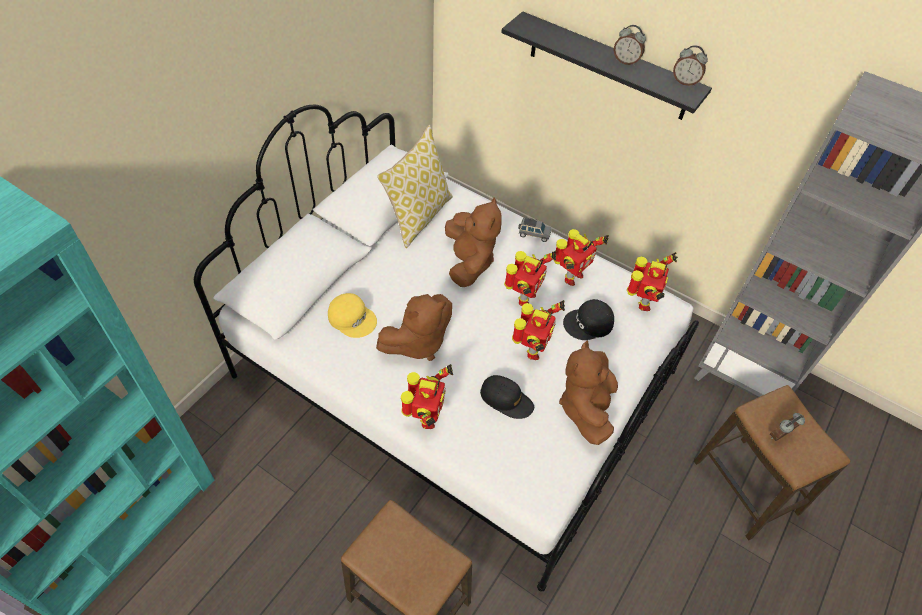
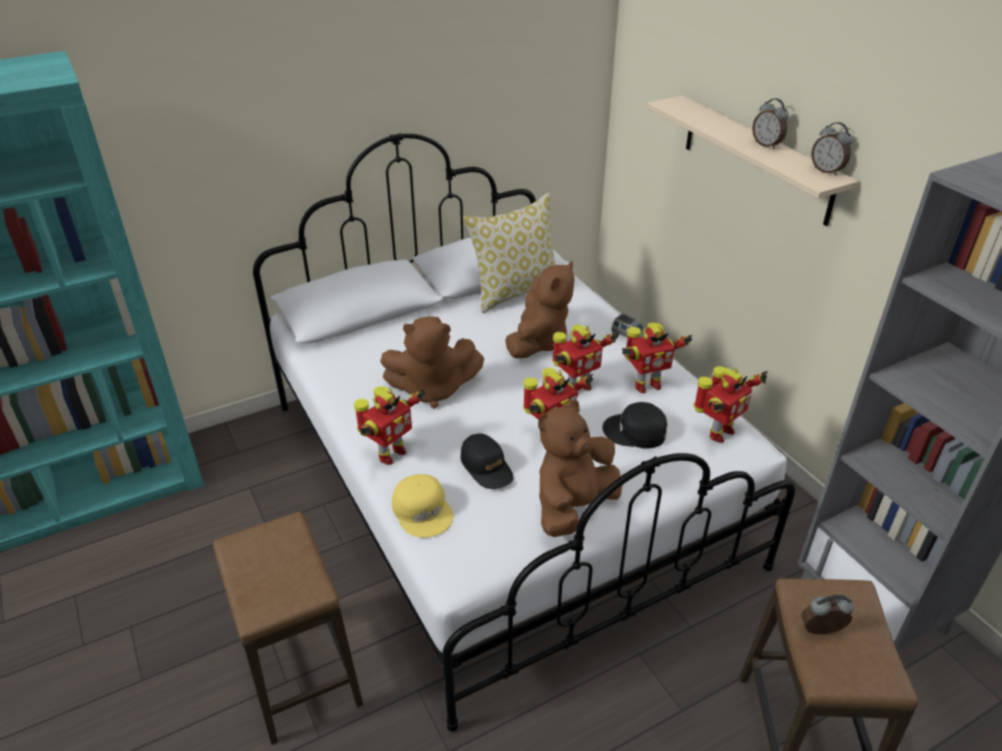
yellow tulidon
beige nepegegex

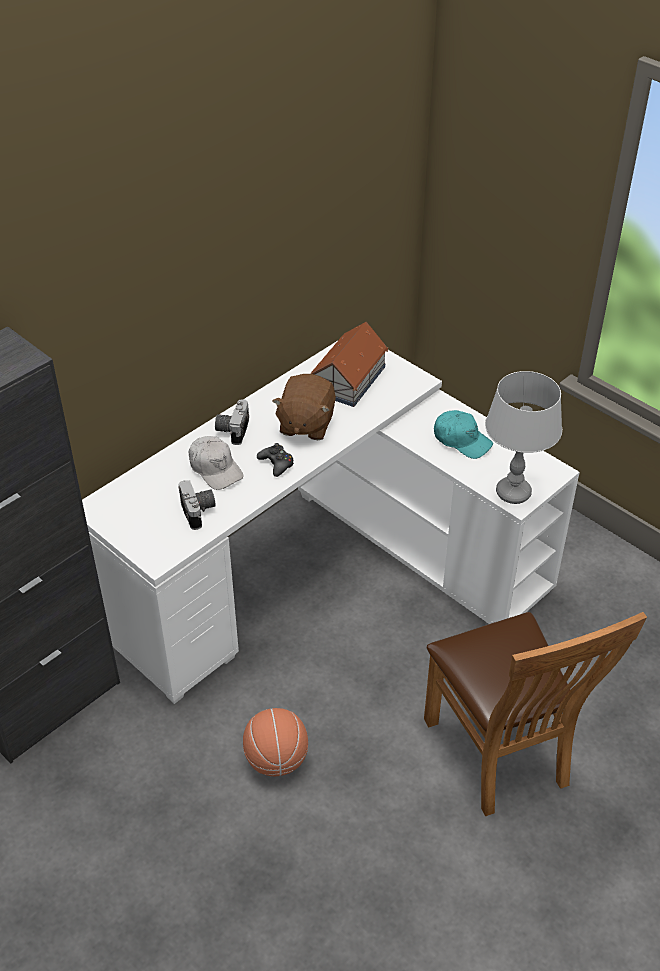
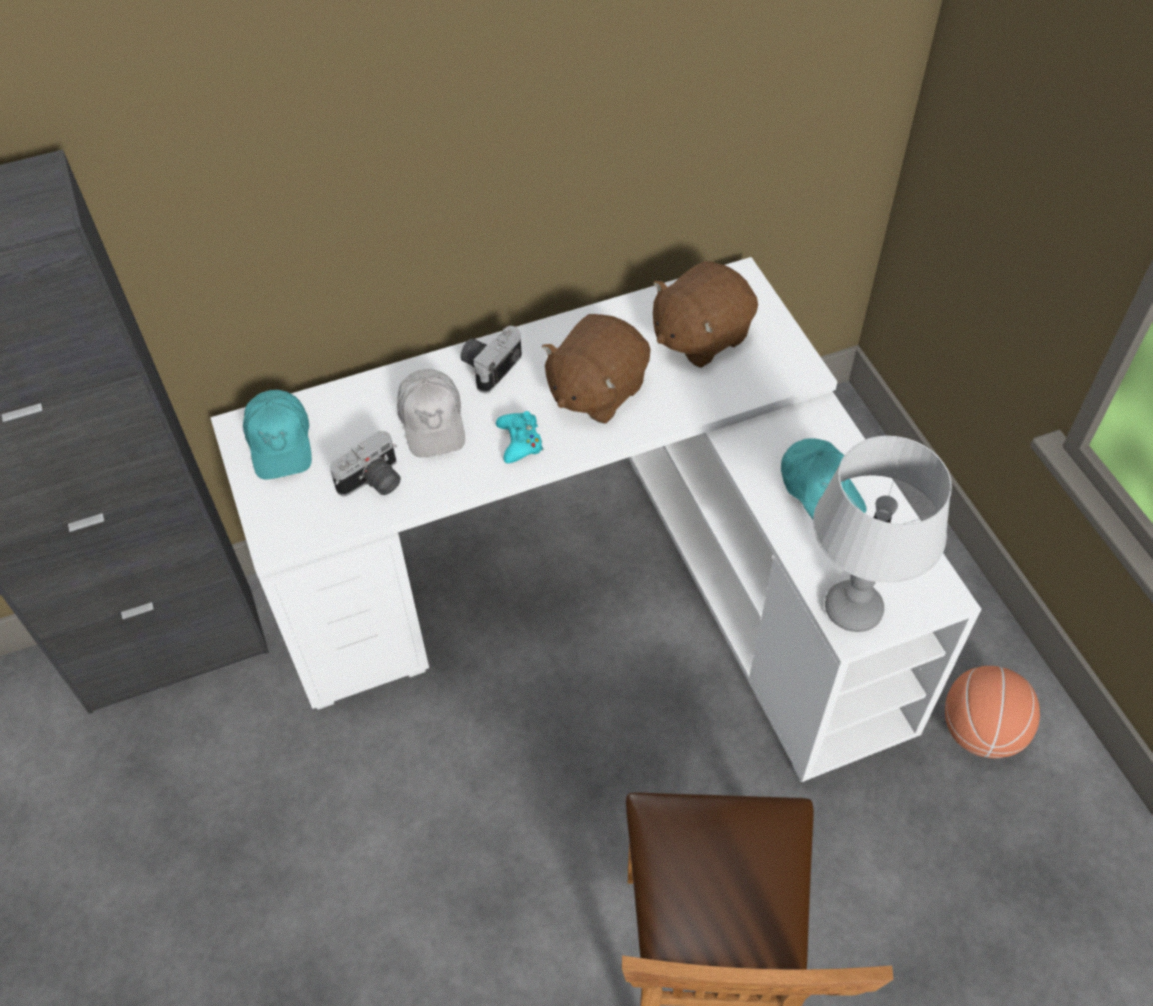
turquoise tulidon (1st from left)
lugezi
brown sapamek (2nd from left)
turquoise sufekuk
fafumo (1st from left)

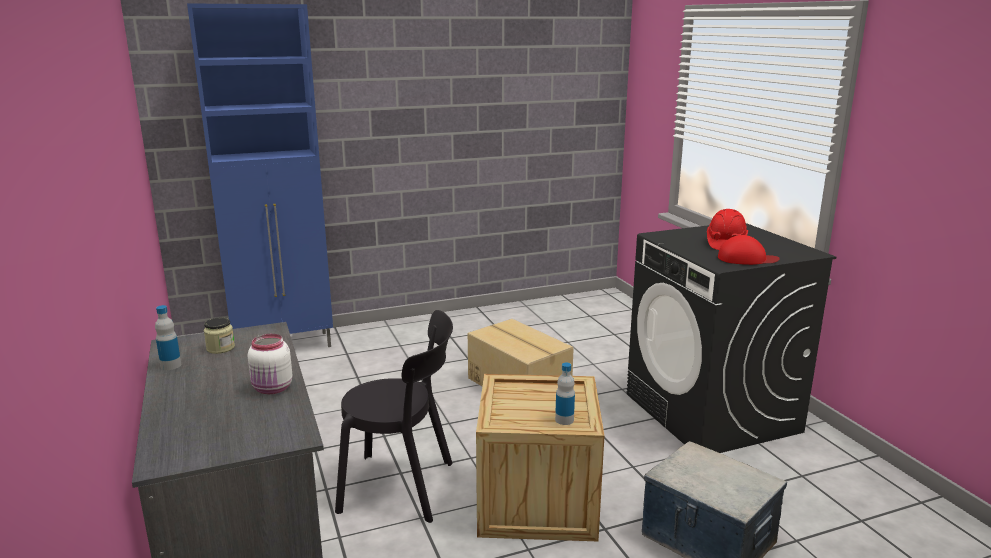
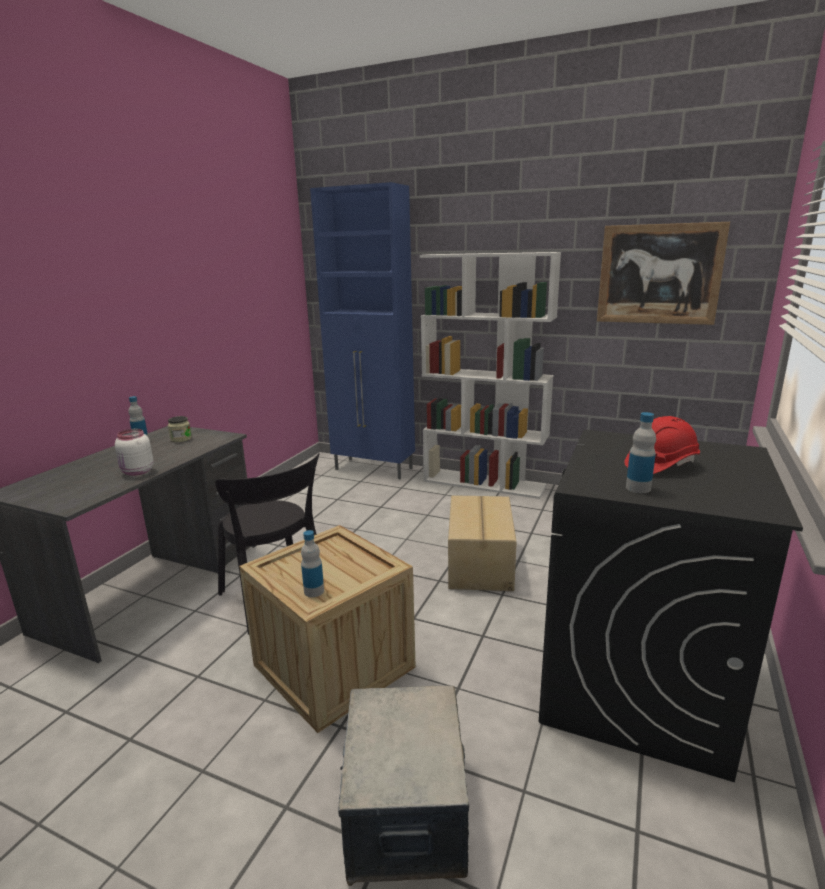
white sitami
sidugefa
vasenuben (3rd from left)

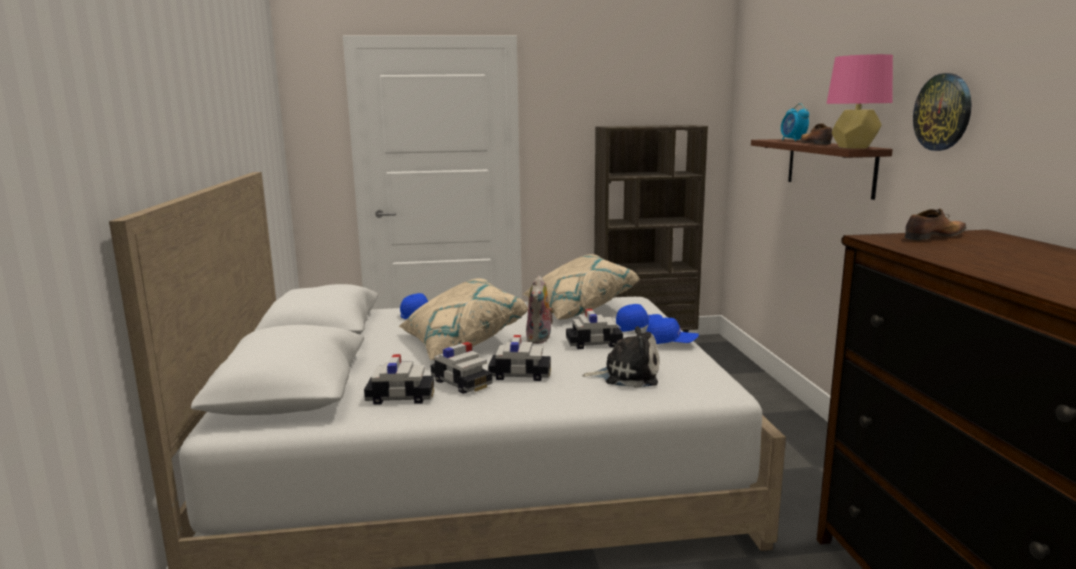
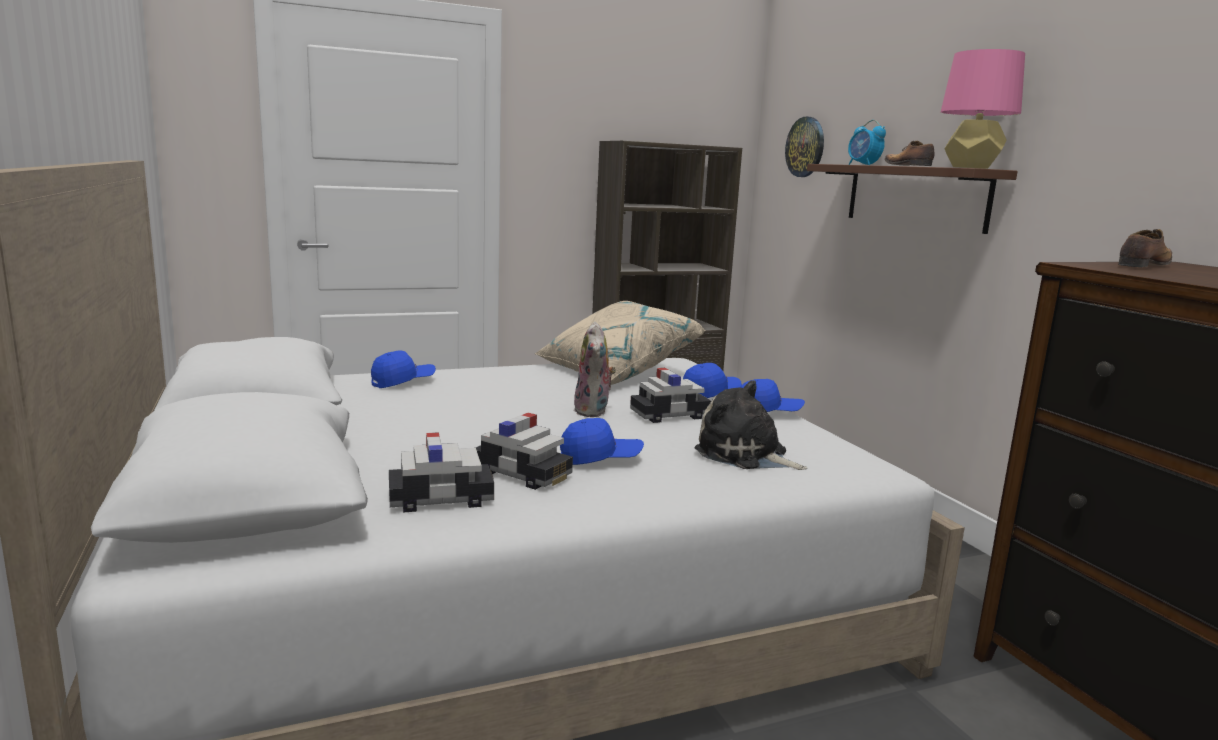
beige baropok (1st from left in the first image)
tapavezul
blue tulidon (2nd from left)
sapamek (2nd from left)

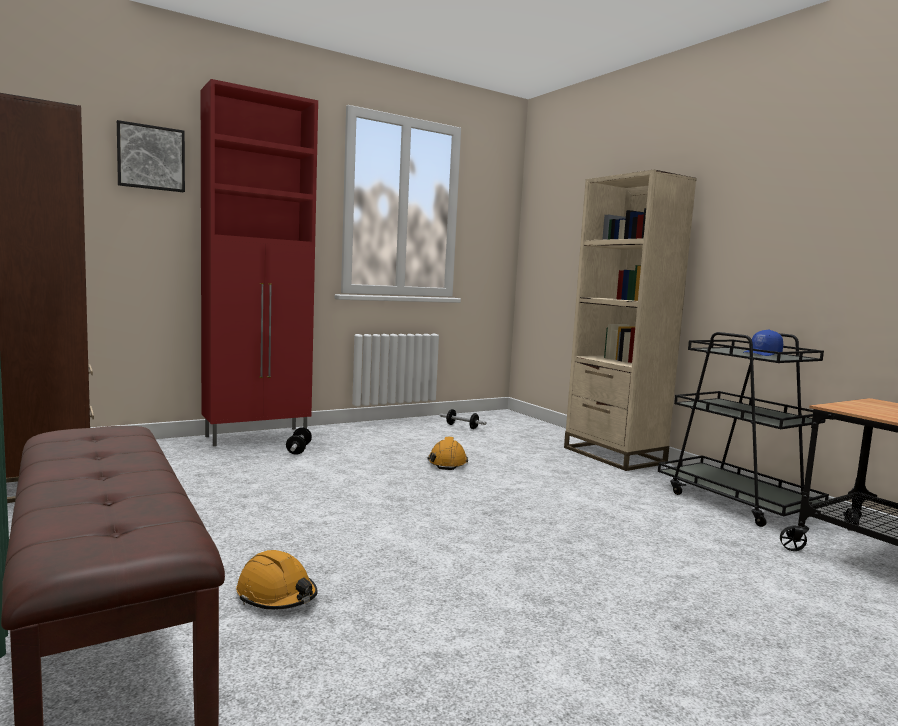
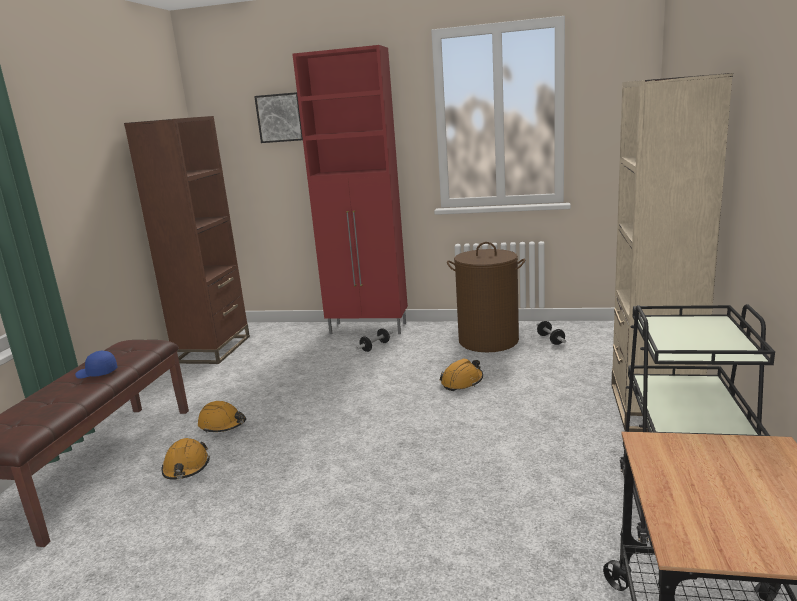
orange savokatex (2nd from left)
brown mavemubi
blue tulidon

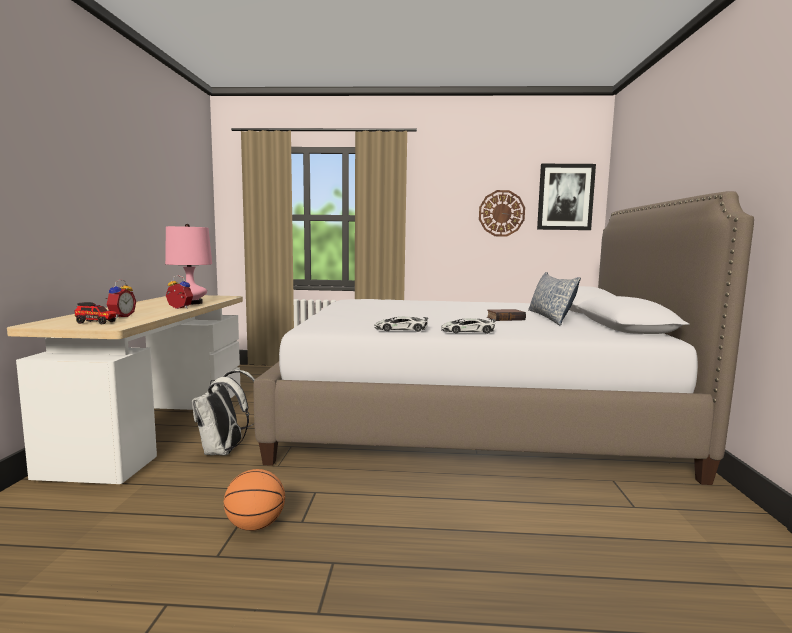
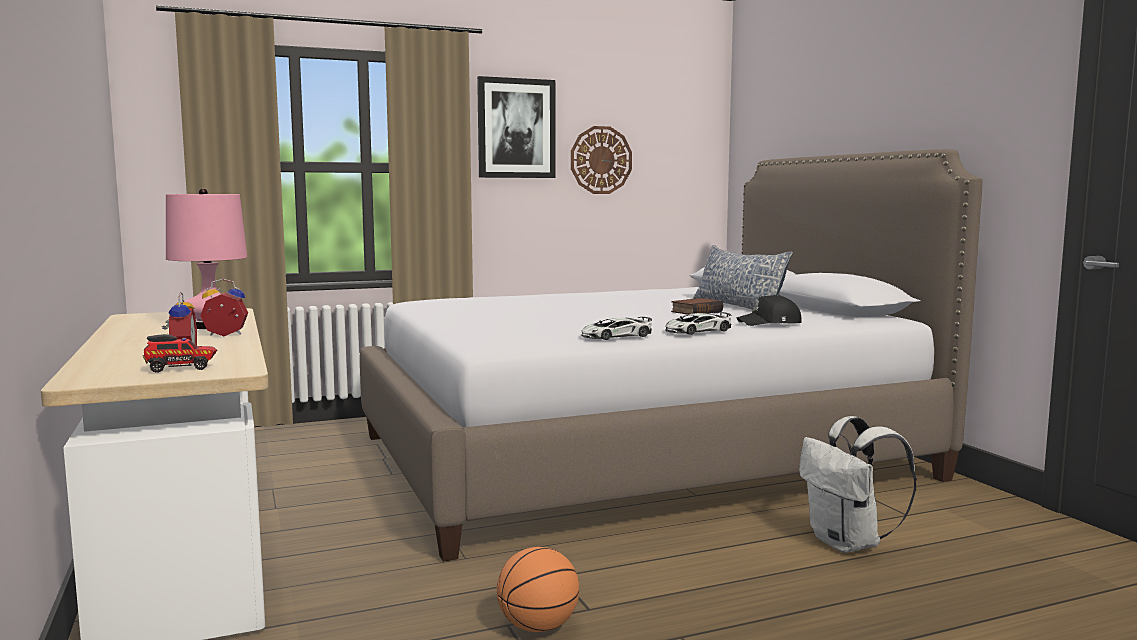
black tulidon
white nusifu
sidugefa

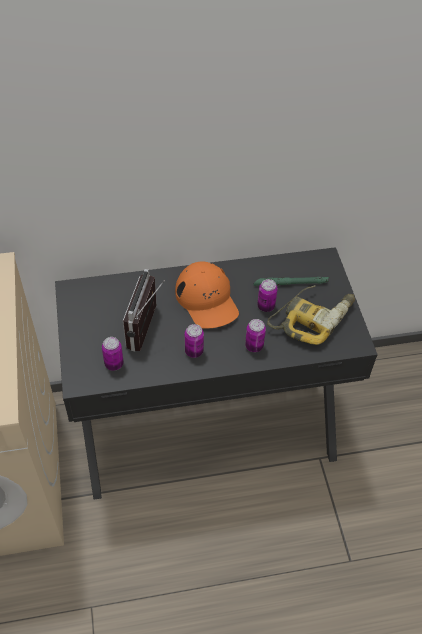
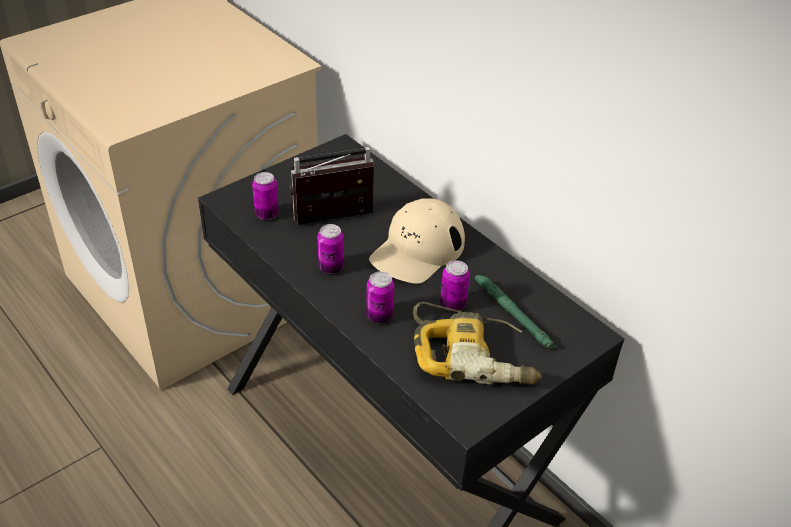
beige tulidon

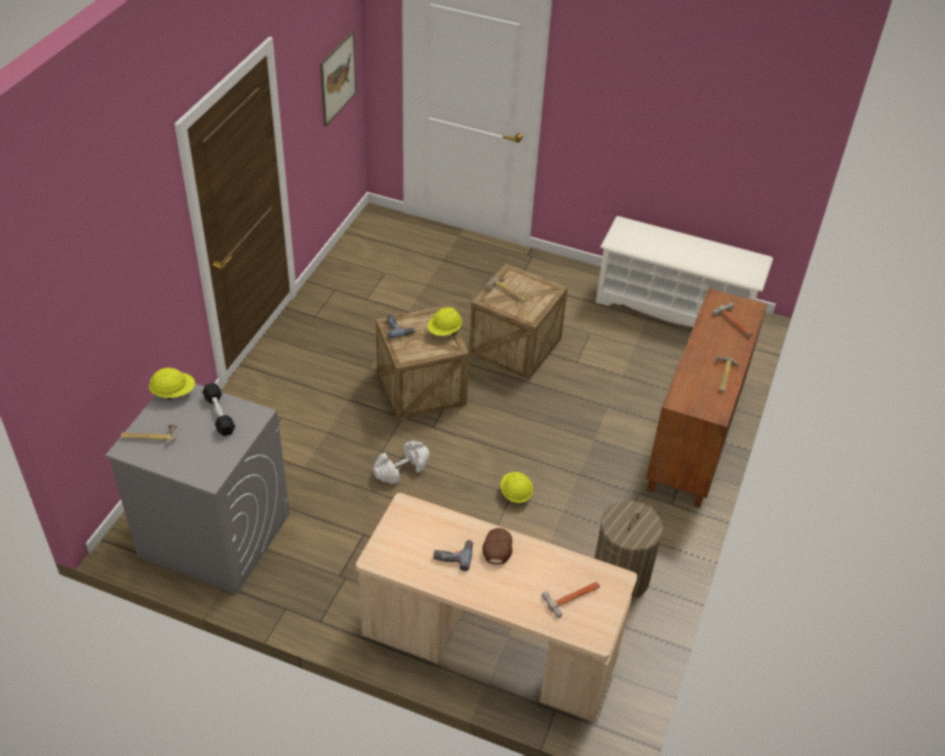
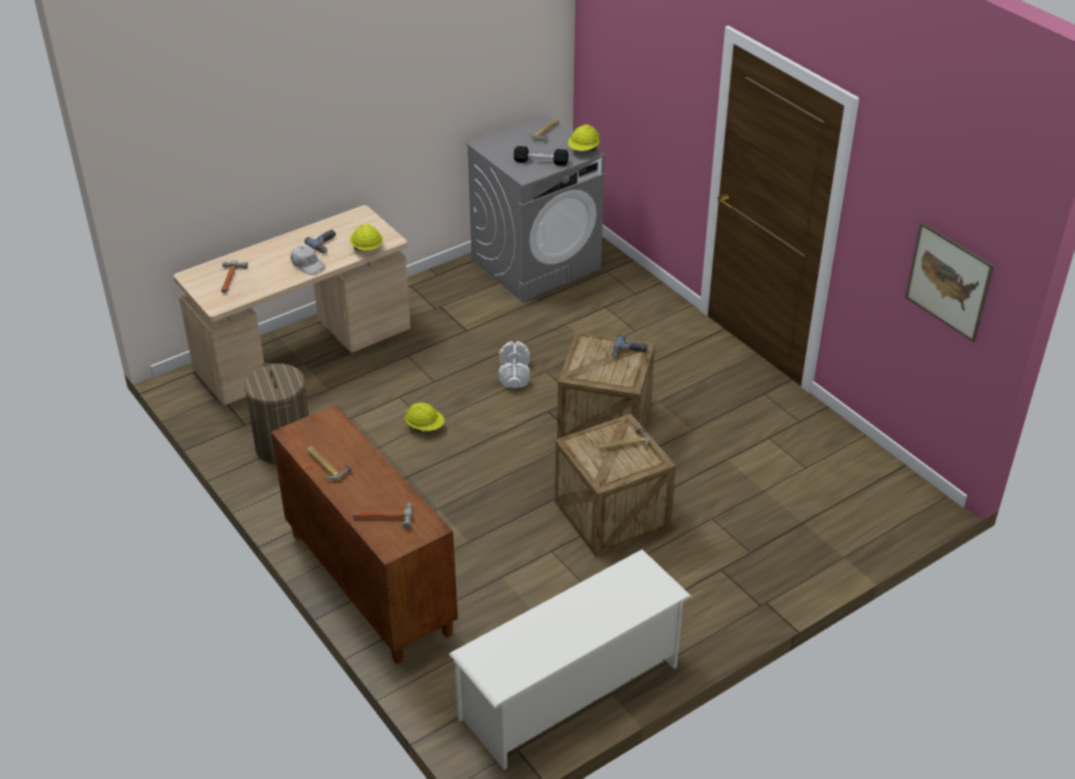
yellow savokatex (1st from left)
white tulidon

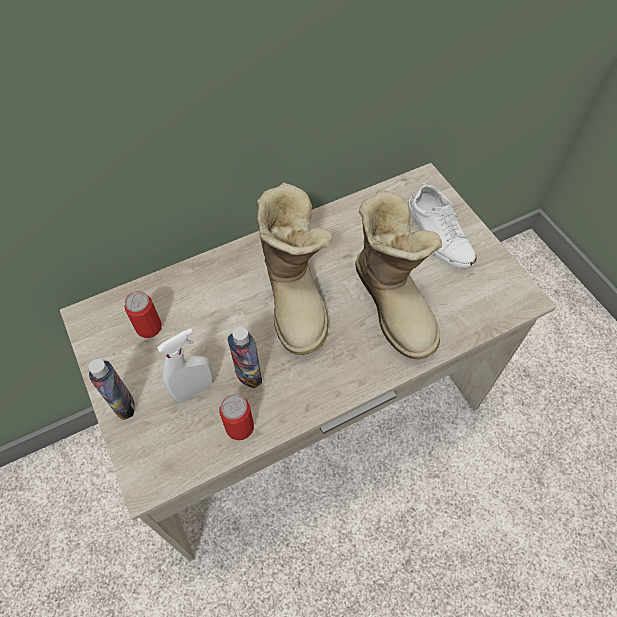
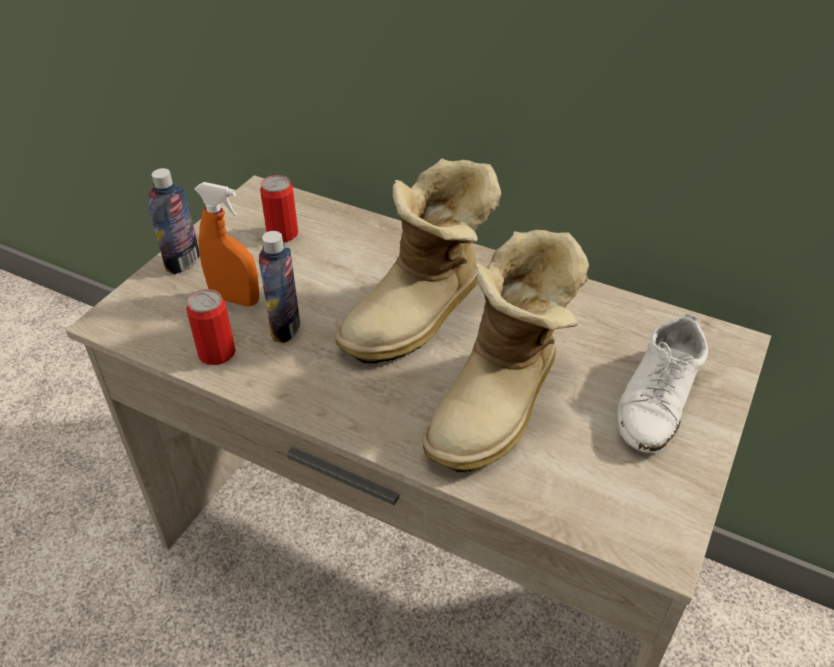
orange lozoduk

